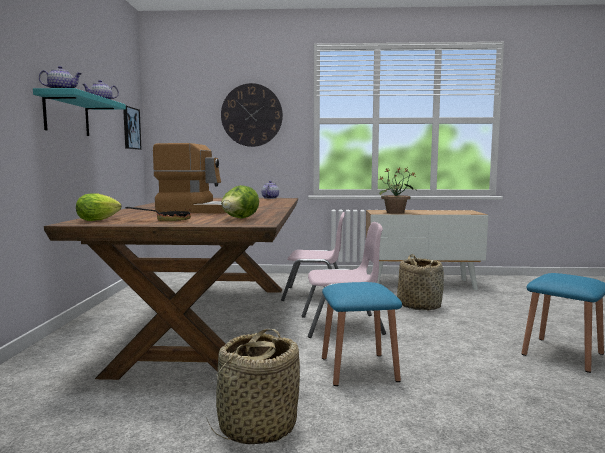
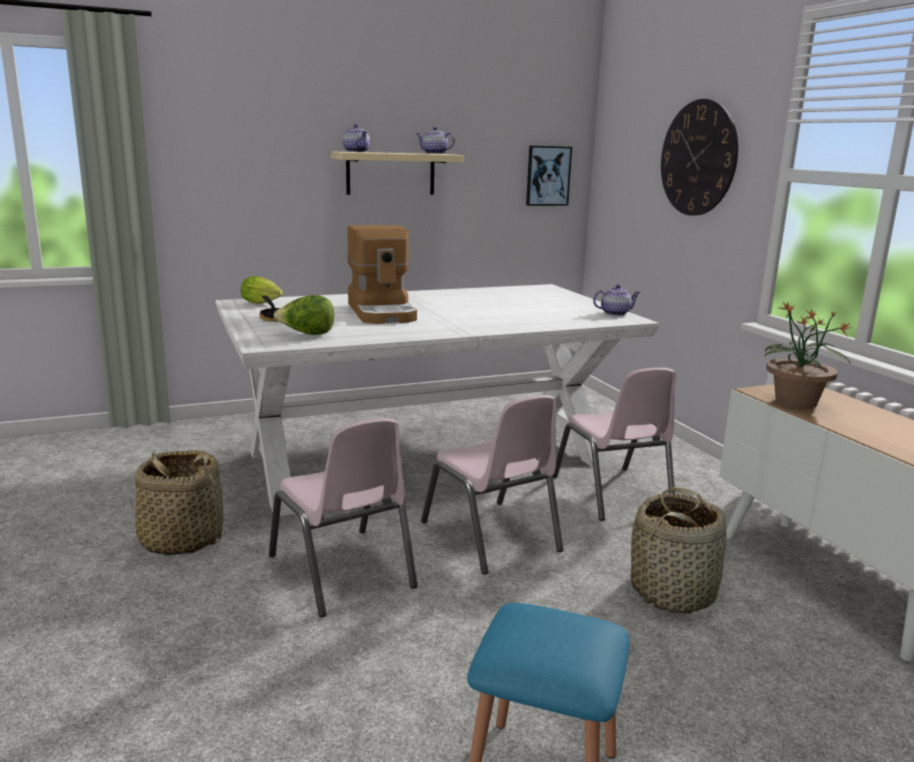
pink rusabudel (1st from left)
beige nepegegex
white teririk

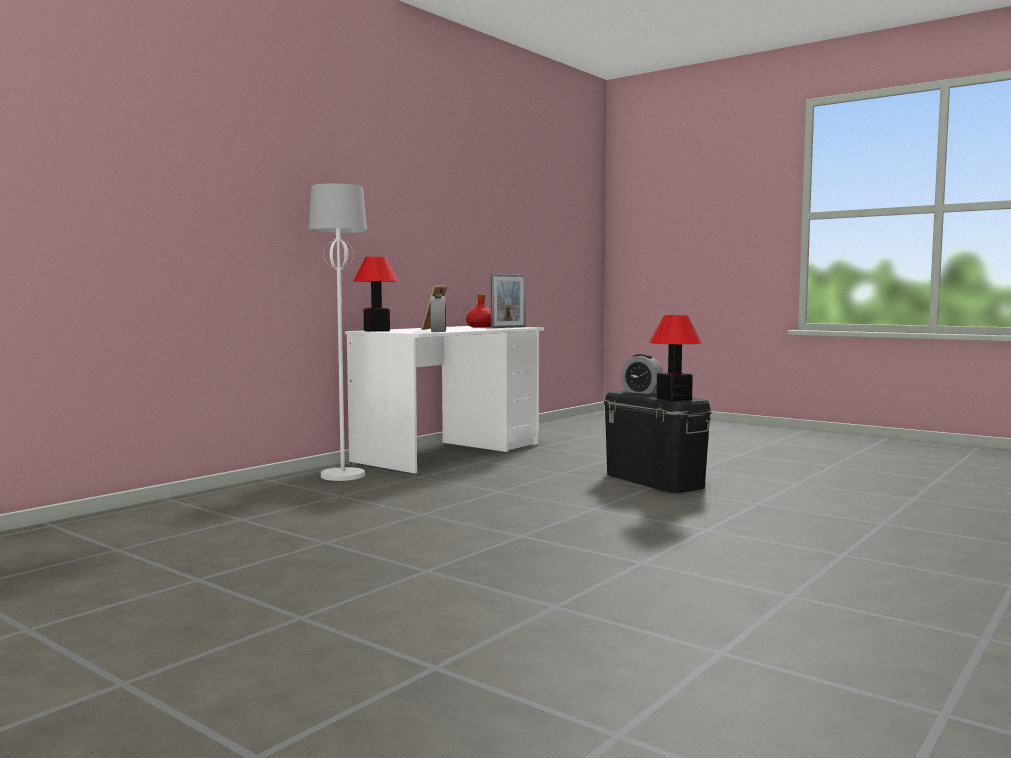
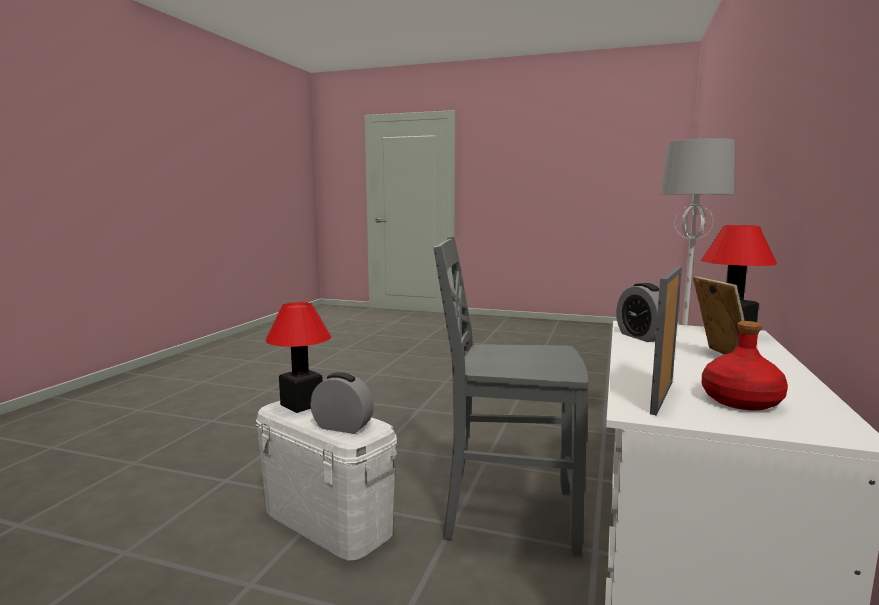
grey rusabudel
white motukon

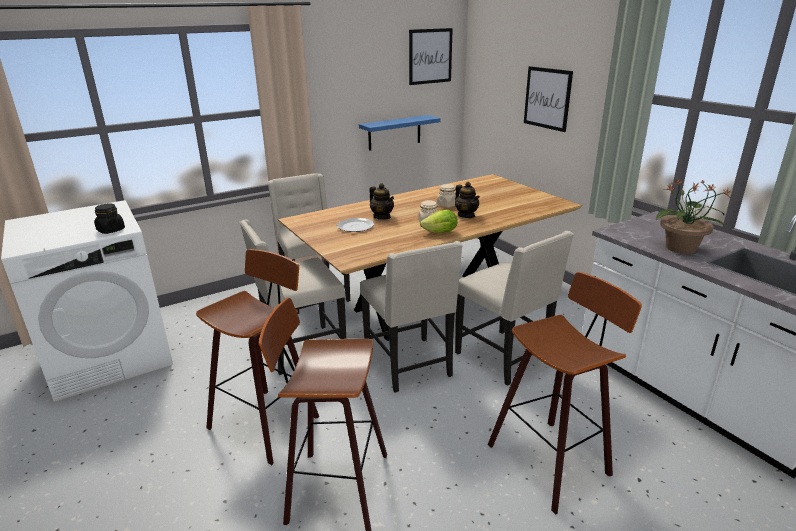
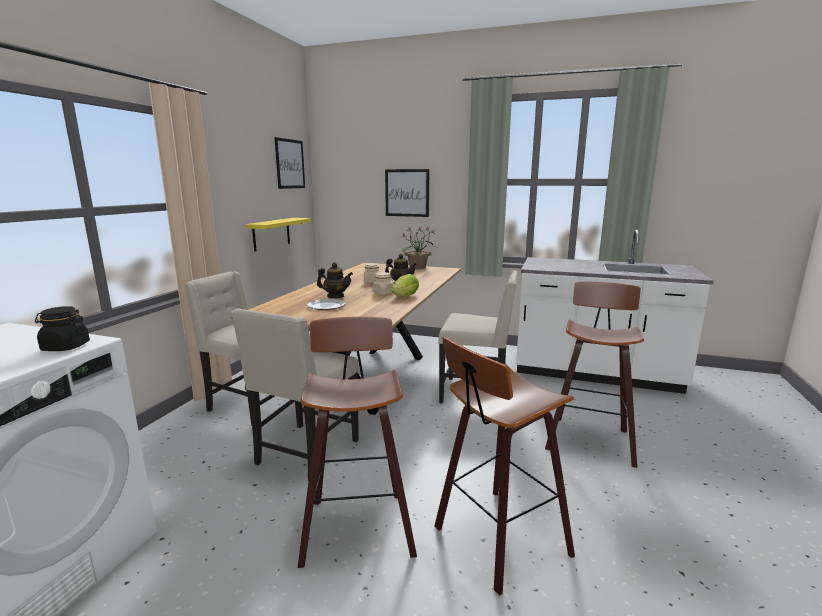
beige rusabudel (3rd from left in the first image)
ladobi
yellow nepegegex

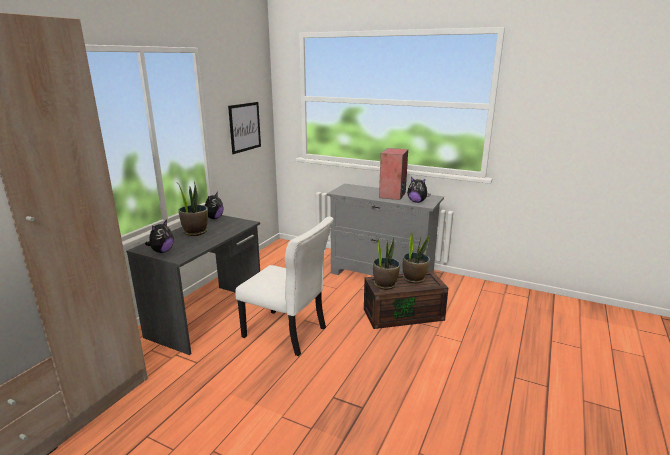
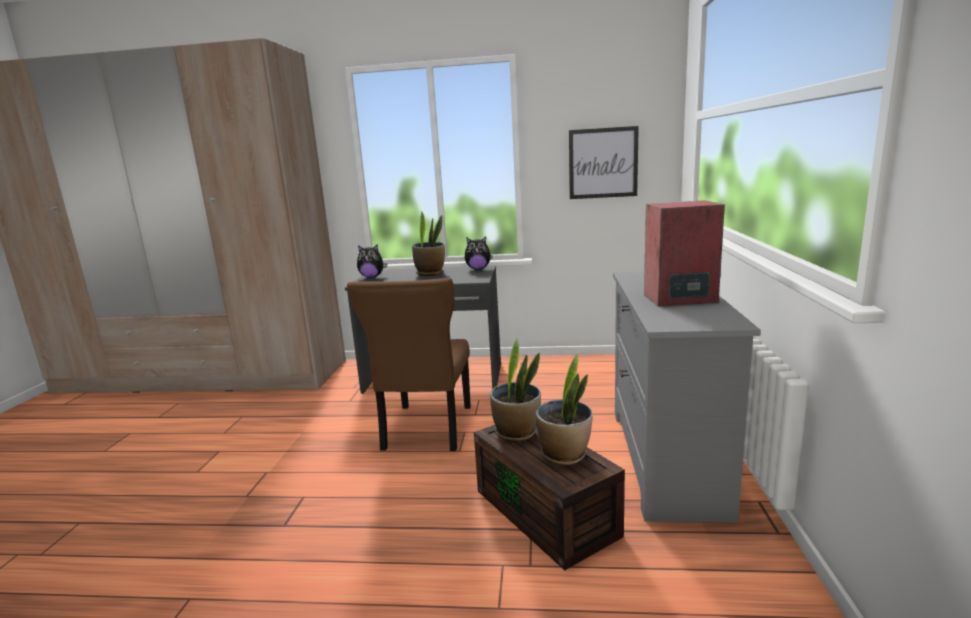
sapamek (3rd from left in the first image)
brown rusabudel

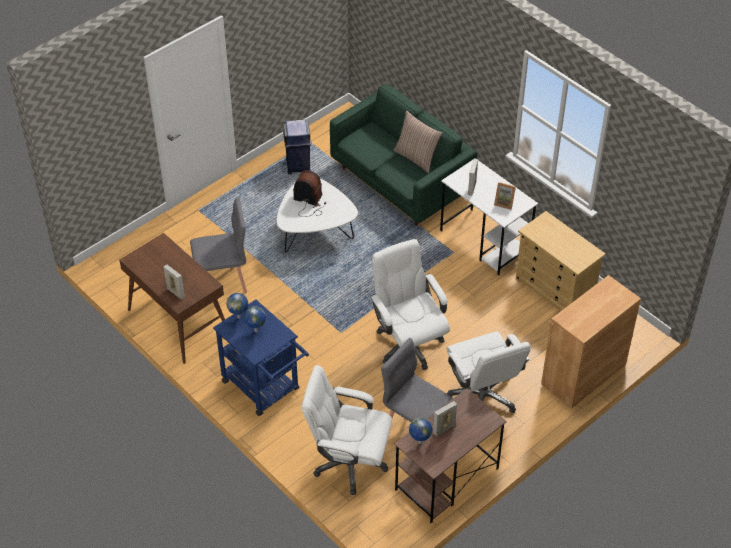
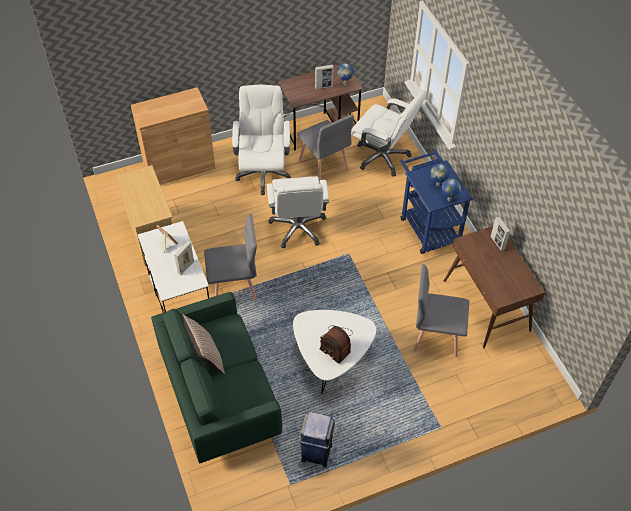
grey rusabudel (1st from left)

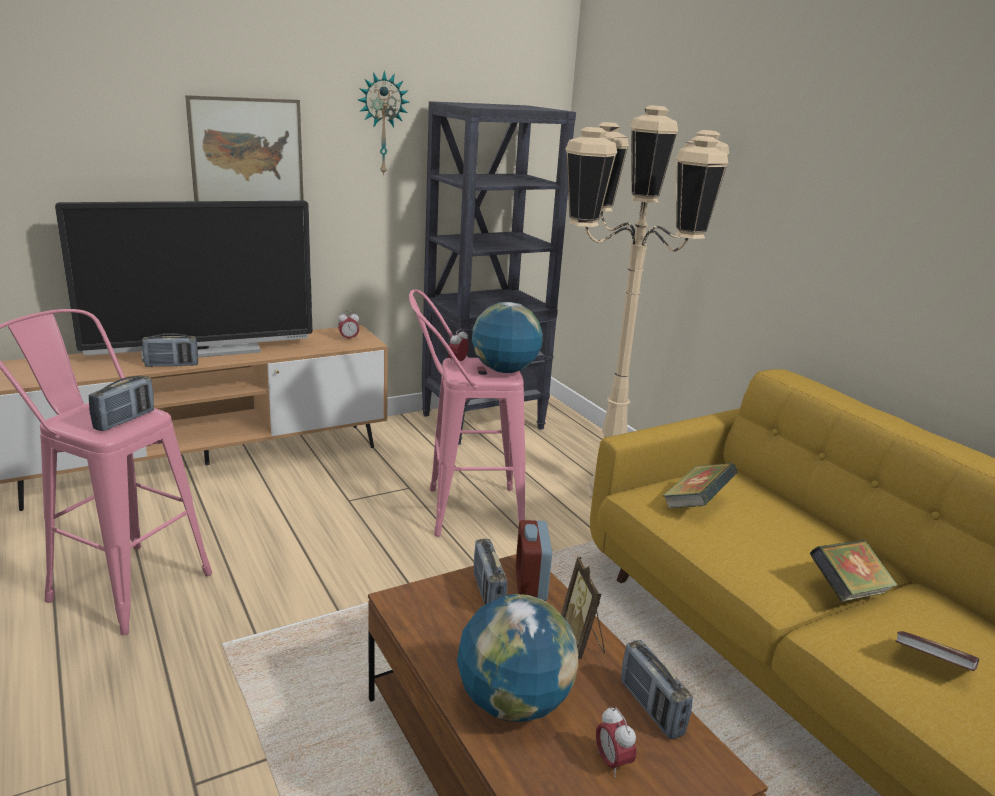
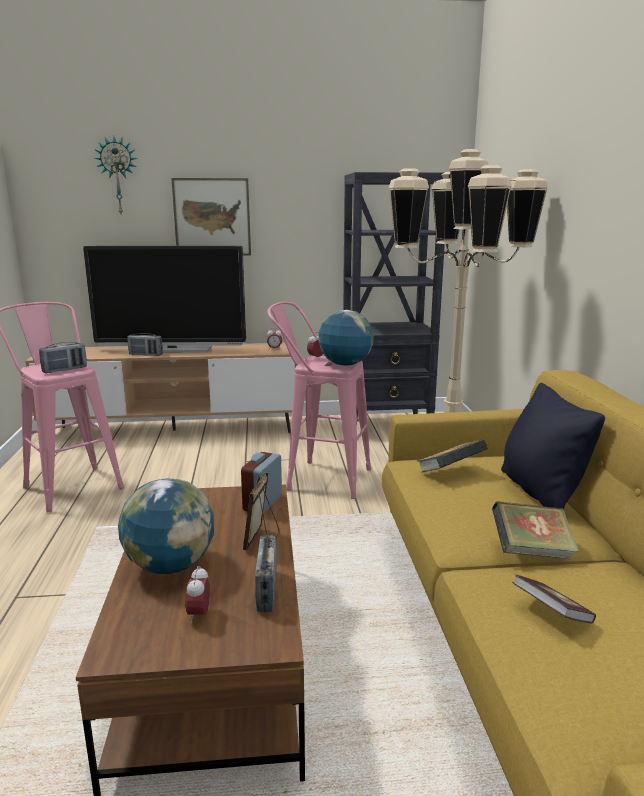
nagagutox (3rd from left in the first image)
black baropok
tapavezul

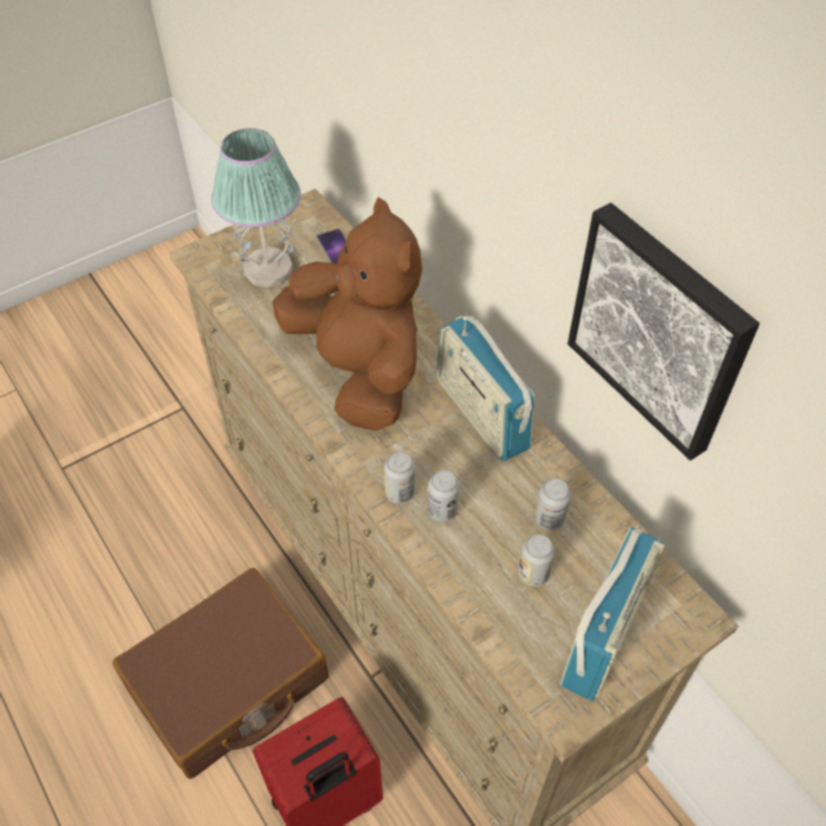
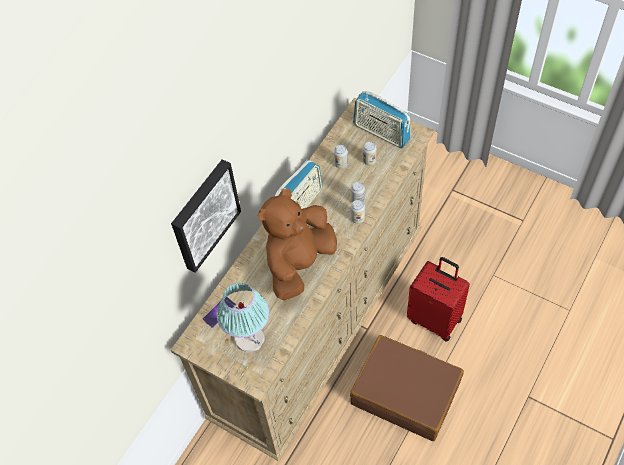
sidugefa
nagagutox (2nd from left)

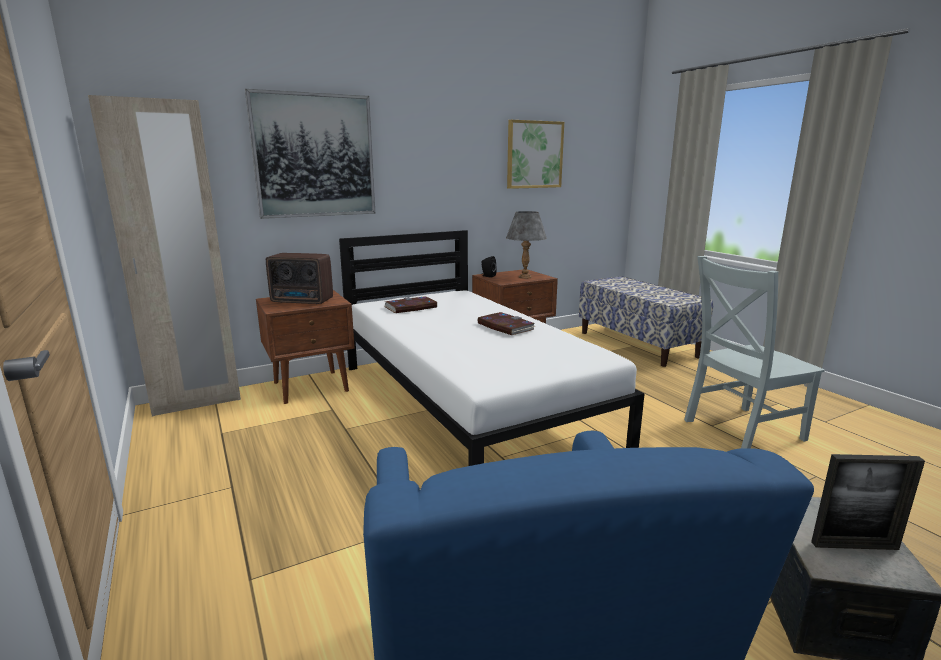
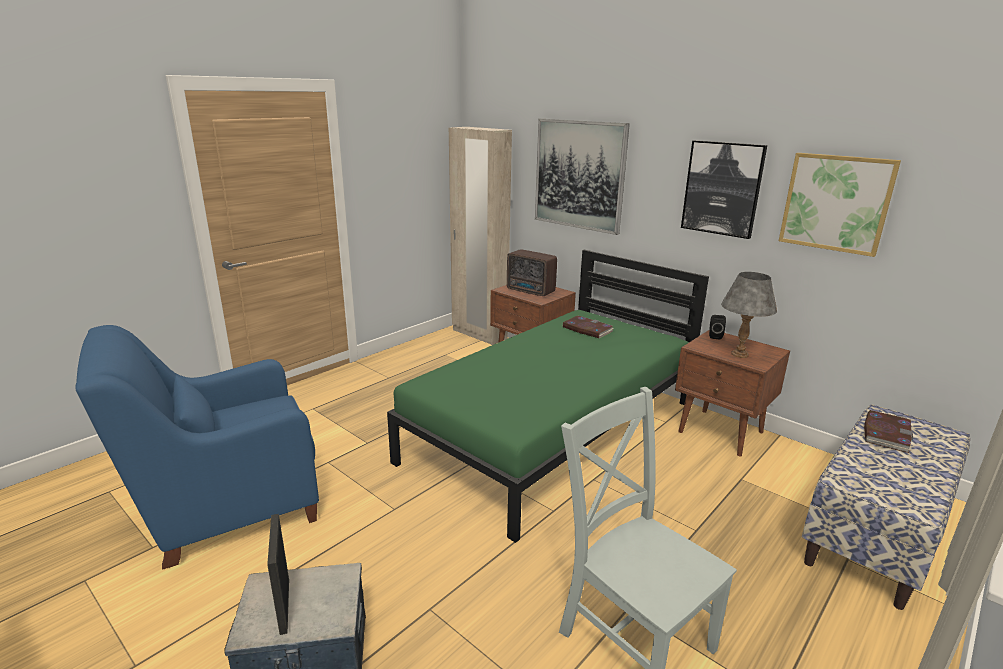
sidugefa (2nd from left)
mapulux (2nd from left)
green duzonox
nagagutox

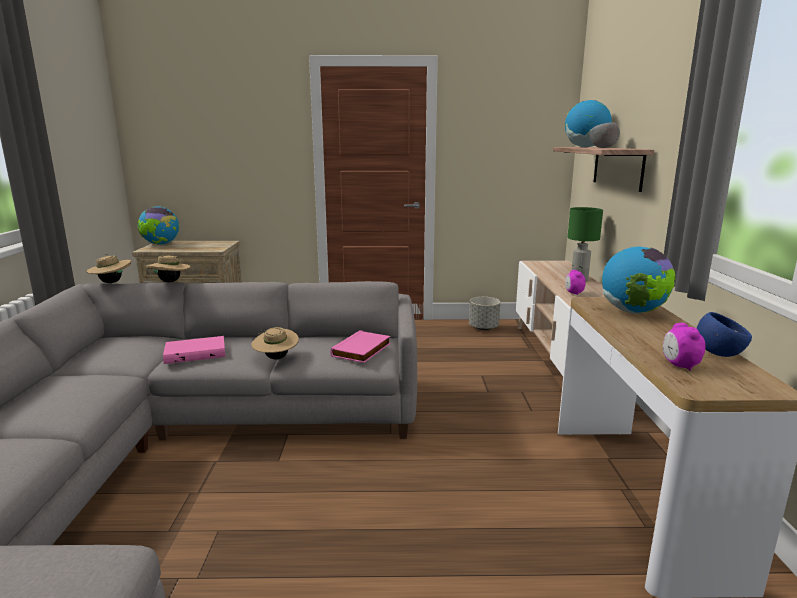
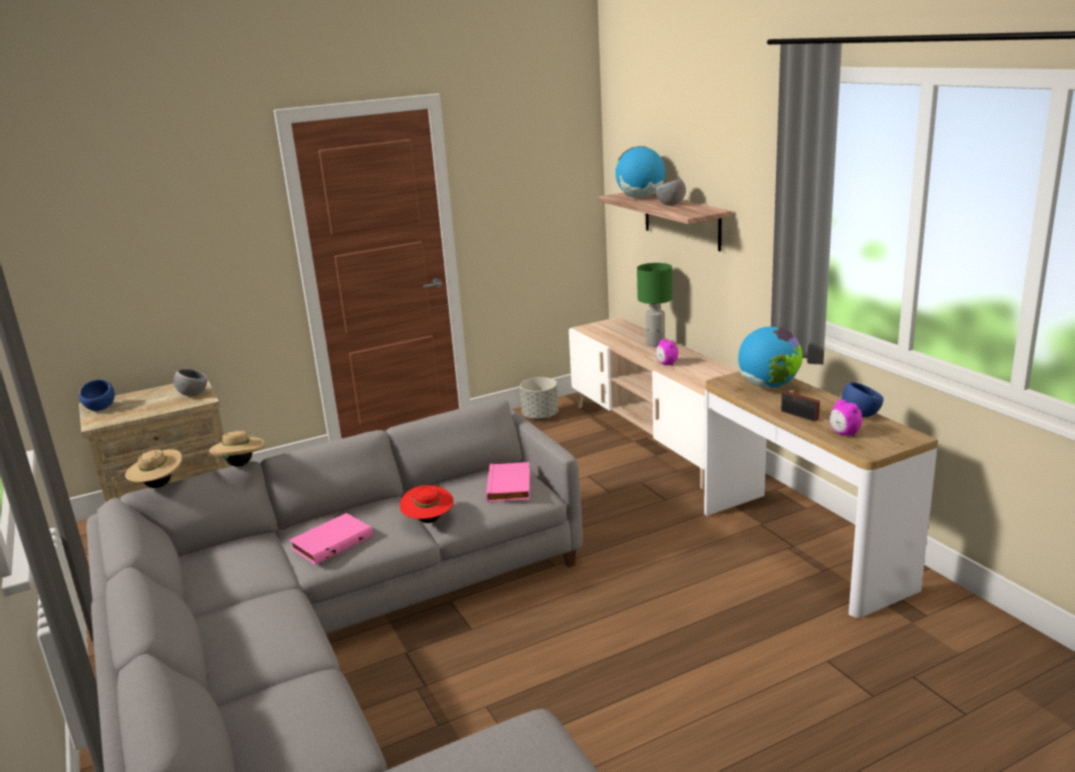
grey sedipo (1st from left)
nagagutox
blue sedipo (1st from left)
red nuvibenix

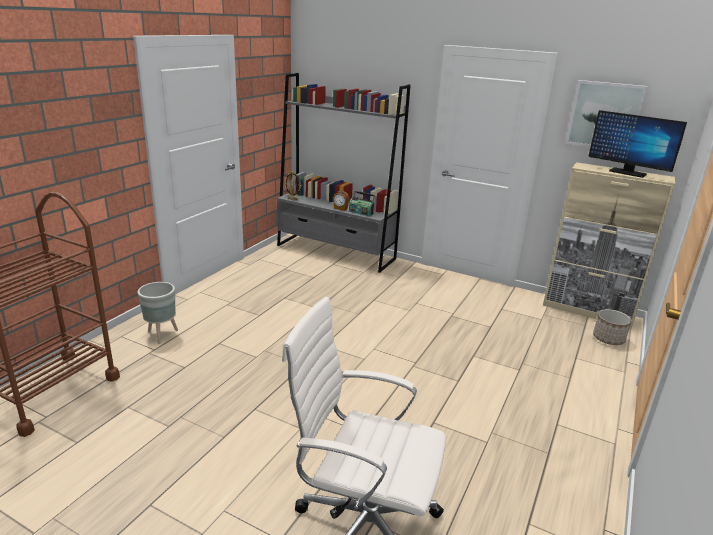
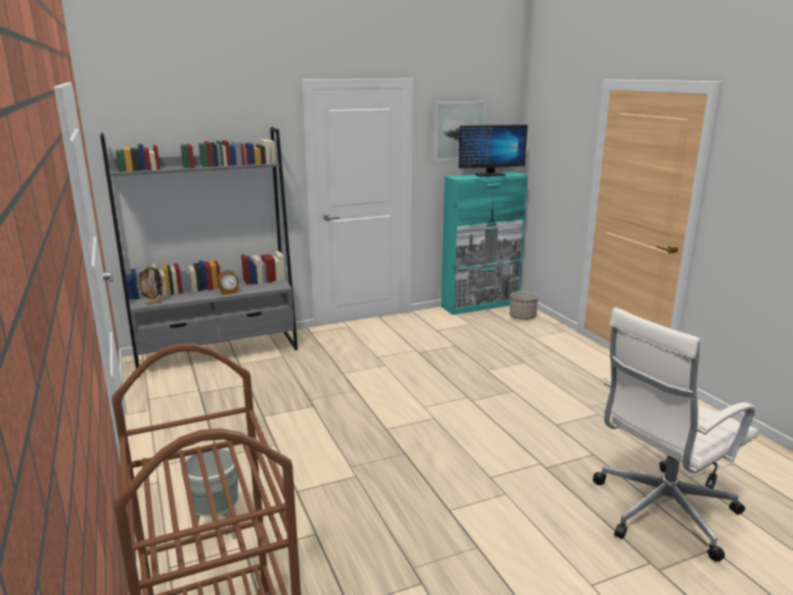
nagagutox
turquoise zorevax

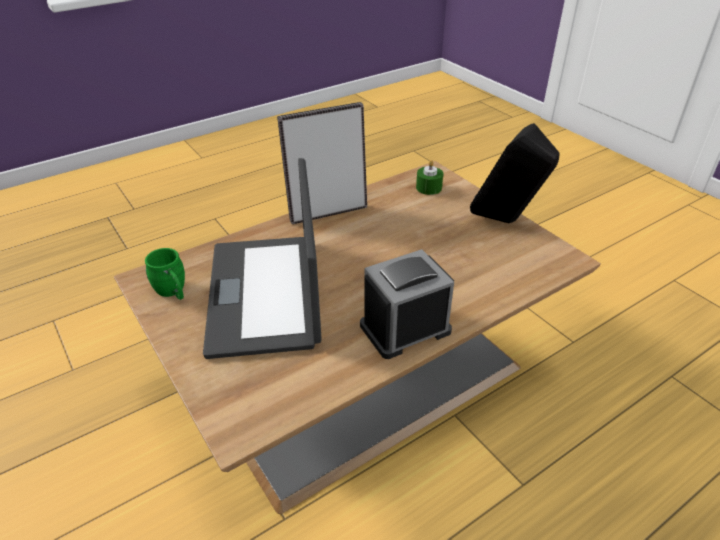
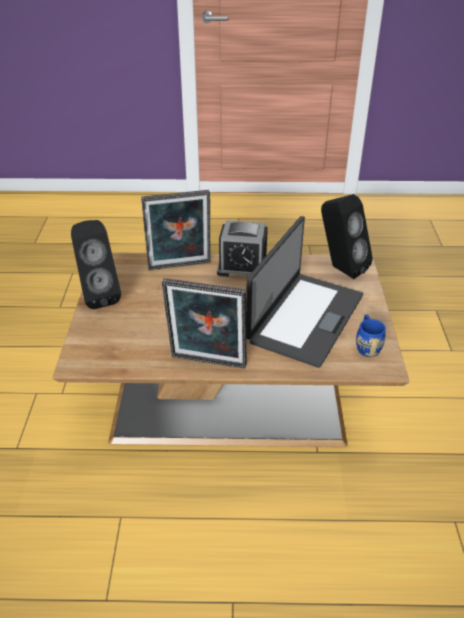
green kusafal
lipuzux (1st from left)
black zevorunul (2nd from left)
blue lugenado

